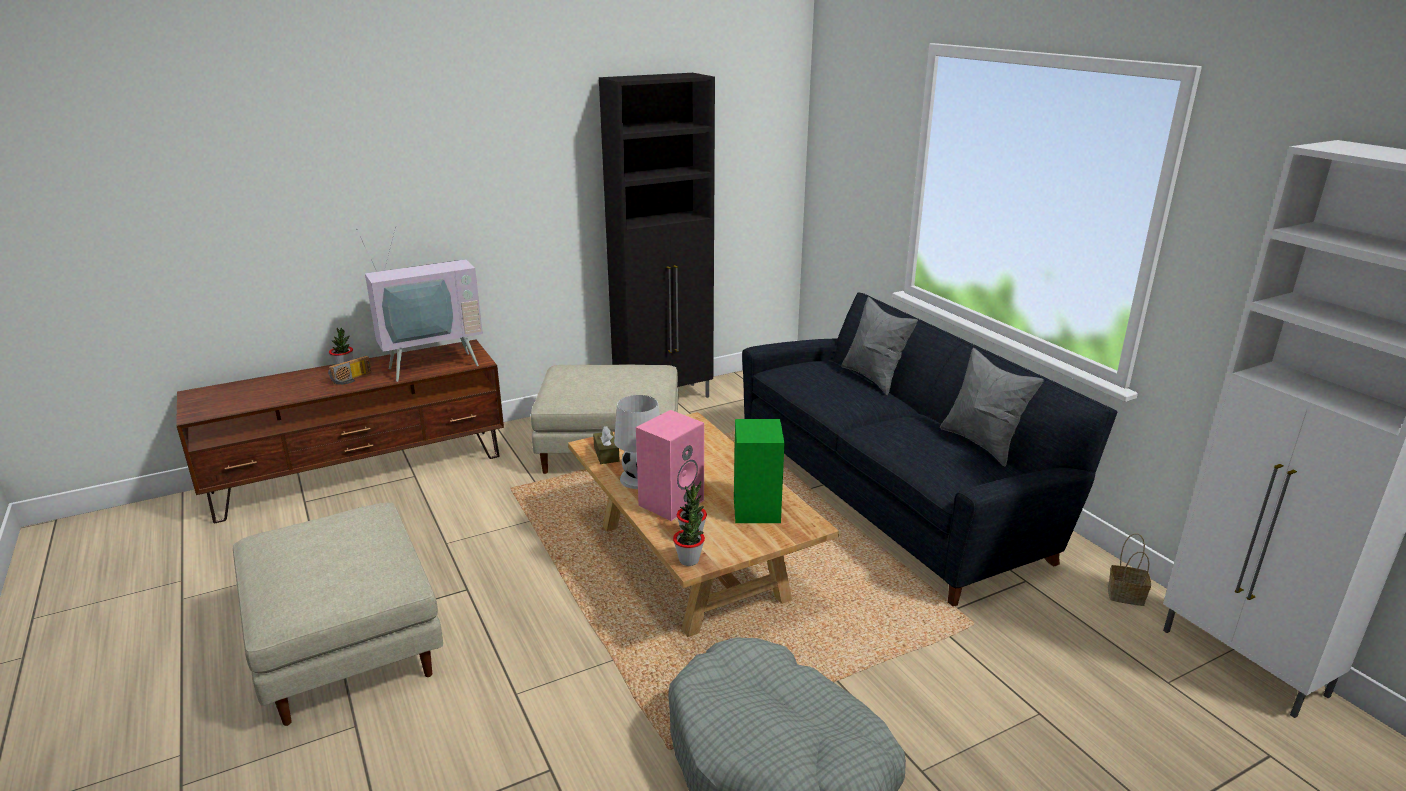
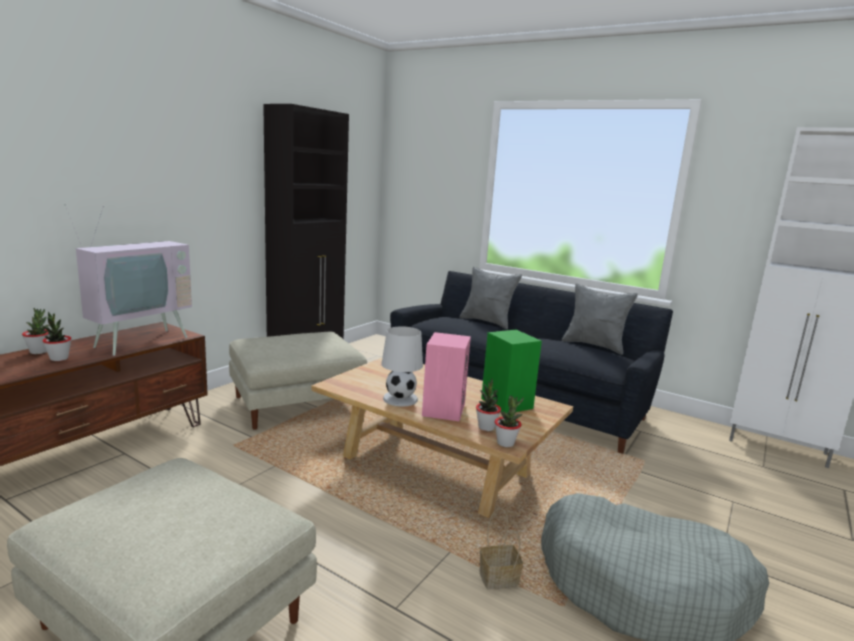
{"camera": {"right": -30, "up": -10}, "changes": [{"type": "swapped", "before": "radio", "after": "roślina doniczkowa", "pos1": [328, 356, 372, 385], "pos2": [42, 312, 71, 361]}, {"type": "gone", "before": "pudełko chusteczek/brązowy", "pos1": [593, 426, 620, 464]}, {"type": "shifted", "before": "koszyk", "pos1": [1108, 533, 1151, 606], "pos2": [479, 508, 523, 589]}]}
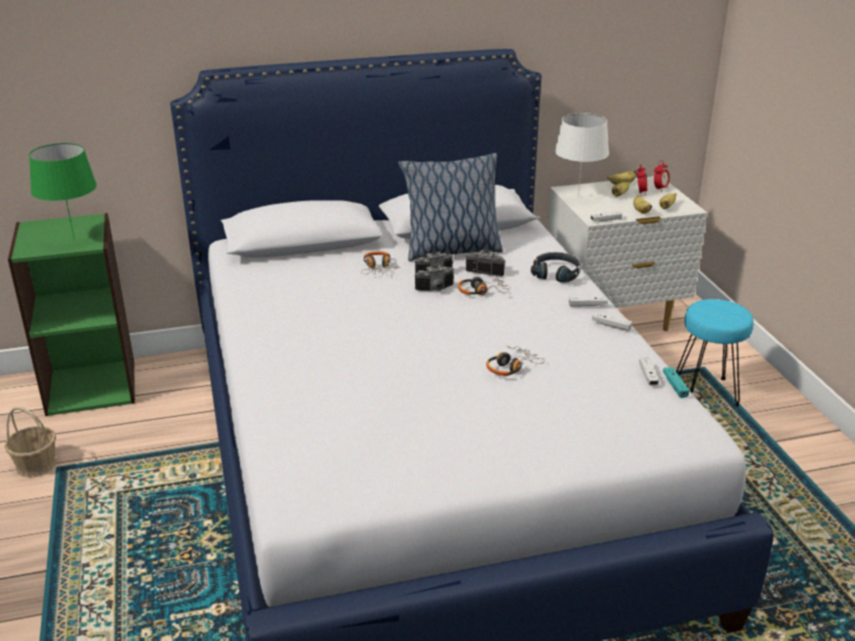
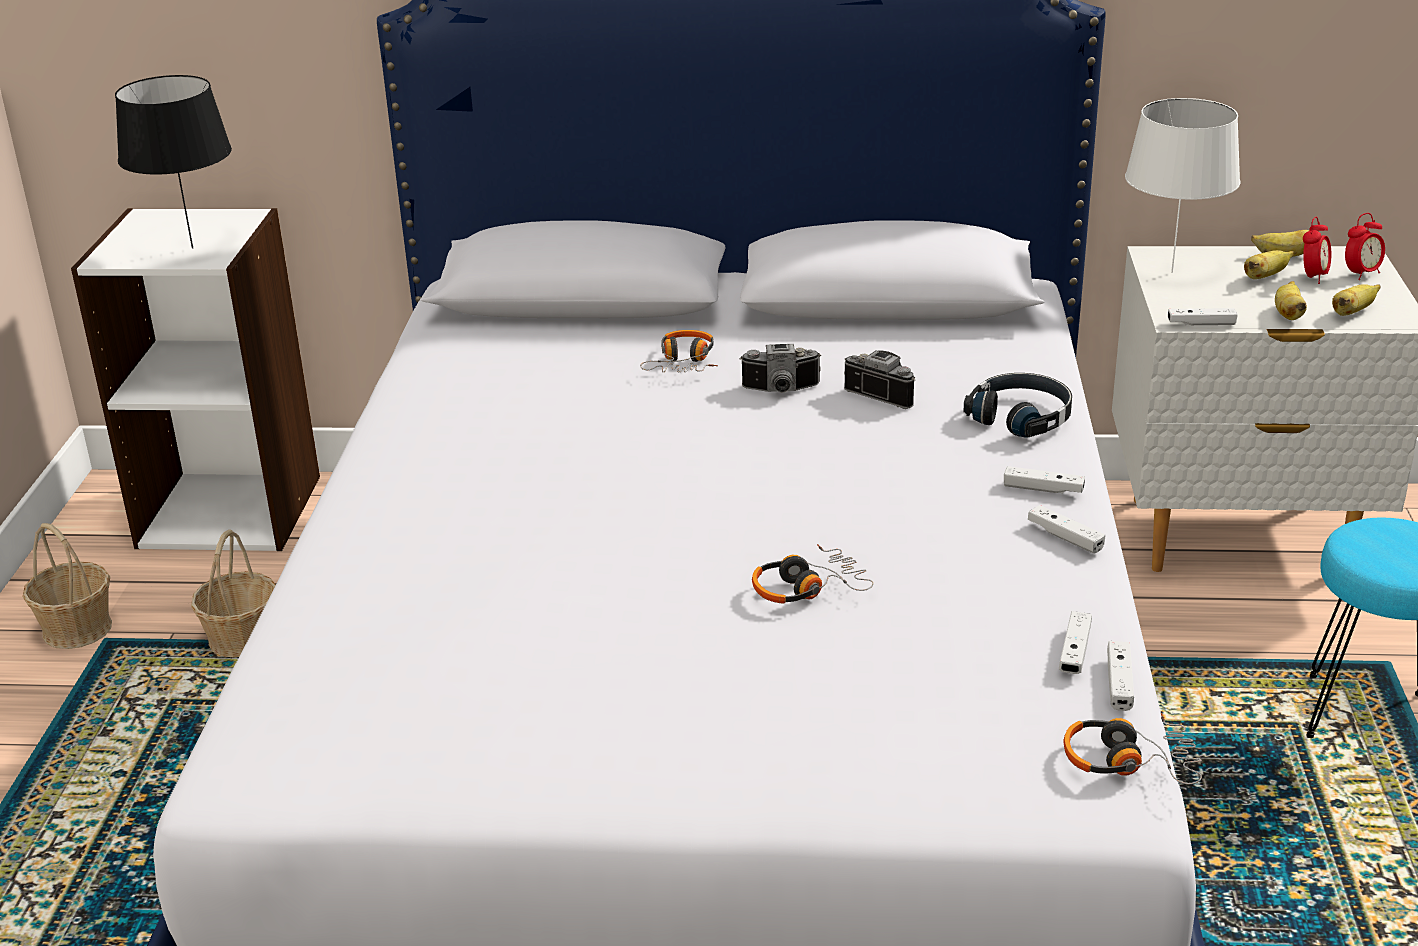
{"camera": {"right": 20, "up": 0}, "changes": [{"type": "repainted", "before": "regał/zielony", "after": "regał/biały", "pos1": [8, 213, 135, 416], "pos2": [71, 208, 320, 551]}, {"type": "repainted", "before": "lampa stołowa/zielony", "after": "lampa stołowa/czarny", "pos1": [29, 143, 97, 240], "pos2": [115, 75, 232, 248]}, {"type": "gone", "before": "poduszka", "pos1": [398, 153, 503, 261]}, {"type": "gone", "before": "aparat fotograficzny", "pos1": [414, 265, 454, 291]}, {"type": "shifted", "before": "słuchawki", "pos1": [458, 274, 510, 295], "pos2": [1064, 713, 1202, 784]}, {"type": "repainted", "before": "pad do gier/turkusowy", "after": "pad do gier/biały", "pos1": [663, 367, 689, 398], "pos2": [1107, 641, 1134, 711]}, {"type": "new", "after": "koszyk", "pos2": [191, 529, 276, 658]}]}
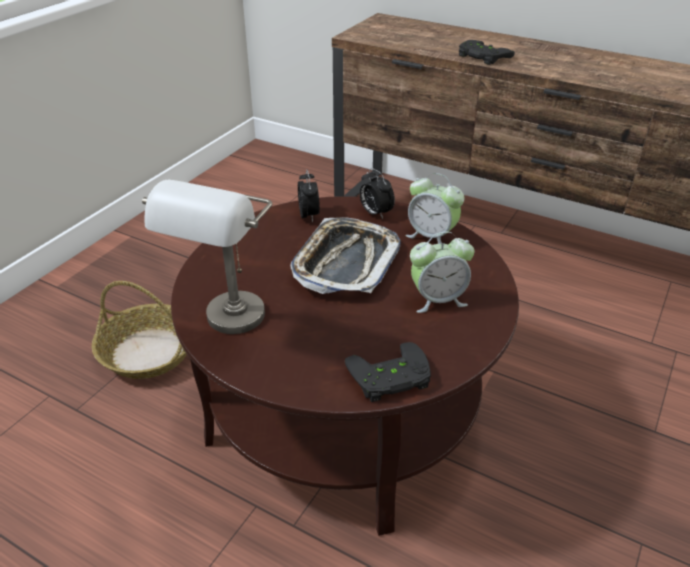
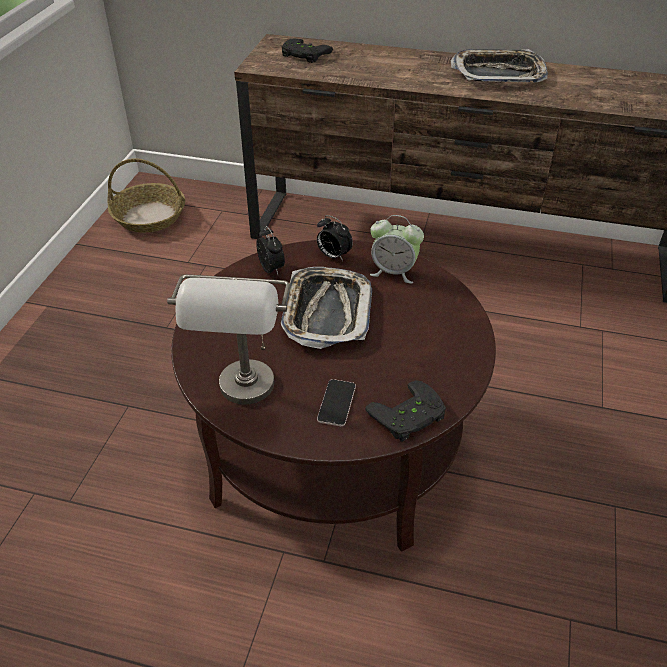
{"camera": {"right": -15, "up": 5}, "changes": [{"type": "shifted", "before": "koszyk", "pos1": [92, 281, 187, 379], "pos2": [108, 158, 185, 233]}, {"type": "gone", "before": "budzik", "pos1": [410, 232, 474, 313]}, {"type": "shifted", "before": "pad do gier/czarny", "pos1": [459, 40, 515, 65], "pos2": [282, 38, 333, 63]}, {"type": "new", "after": "telefon", "pos2": [317, 379, 356, 426]}, {"type": "new", "after": "taca", "pos2": [451, 49, 548, 83]}]}
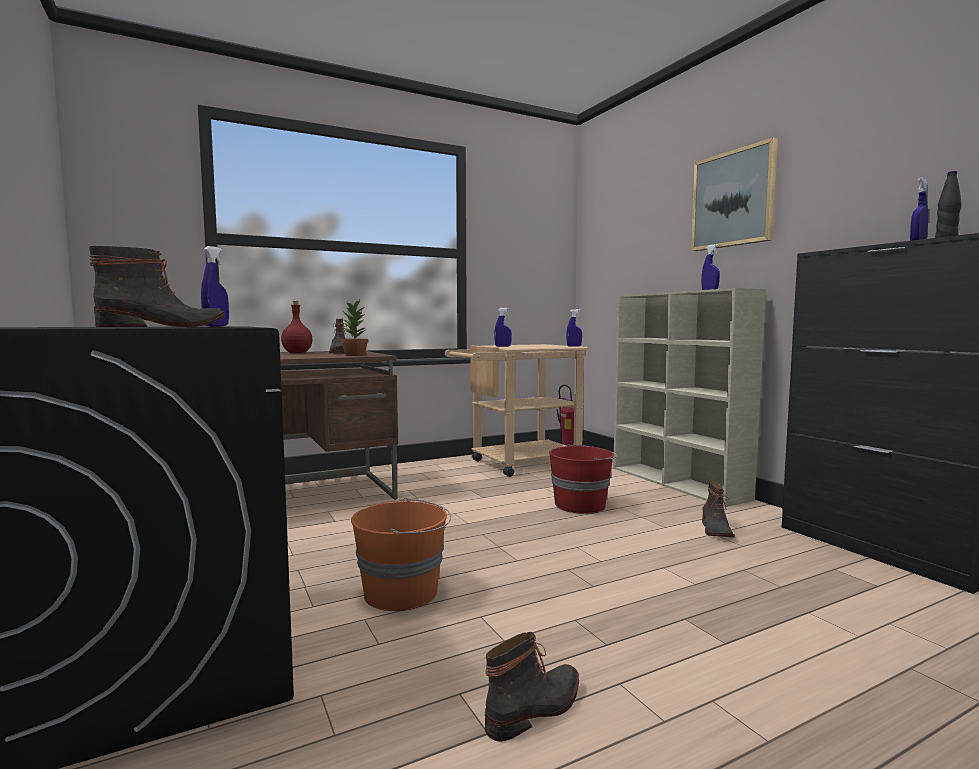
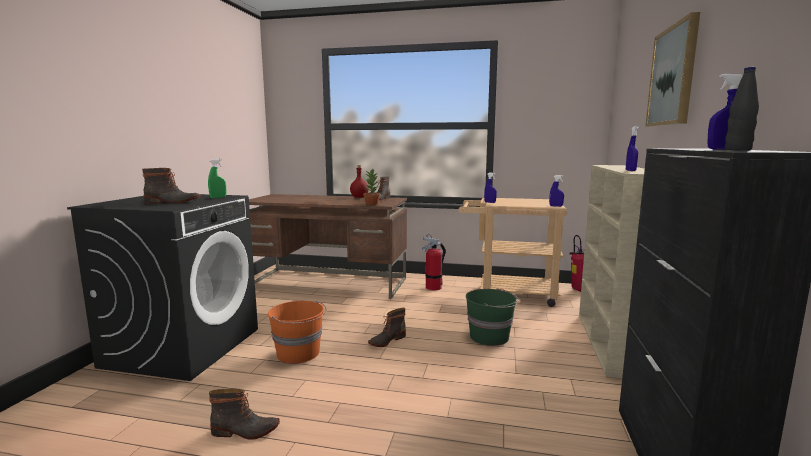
{"camera": {"right": 40, "up": 5}, "changes": [{"type": "repainted", "before": "spryskiwacz/niebieski", "after": "spryskiwacz/zielony", "pos1": [201, 246, 229, 326], "pos2": [208, 159, 226, 198]}, {"type": "repainted", "before": "wiadro/czerwony", "after": "wiadro/zielony", "pos1": [549, 444, 617, 514], "pos2": [466, 288, 519, 346]}, {"type": "shifted", "before": "but z cholewką", "pos1": [702, 481, 735, 538], "pos2": [368, 308, 406, 347]}, {"type": "new", "after": "gaśnica", "pos2": [422, 233, 446, 290]}]}
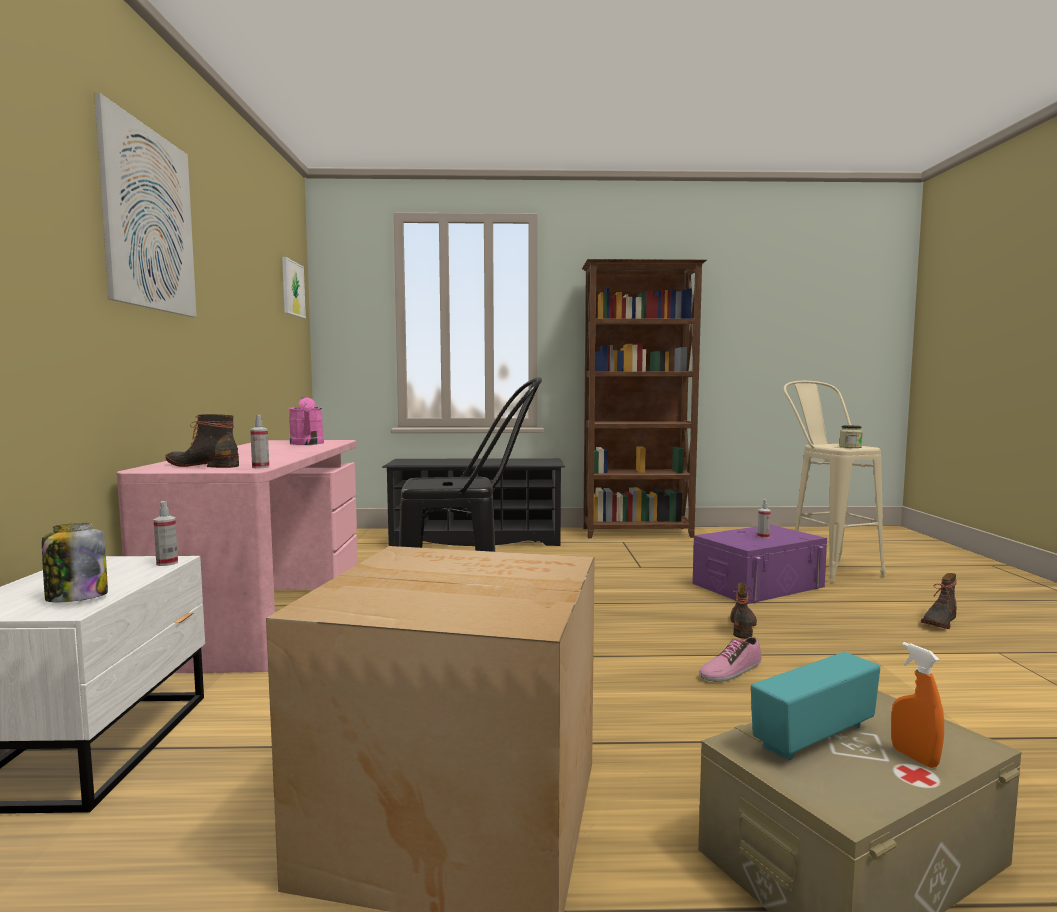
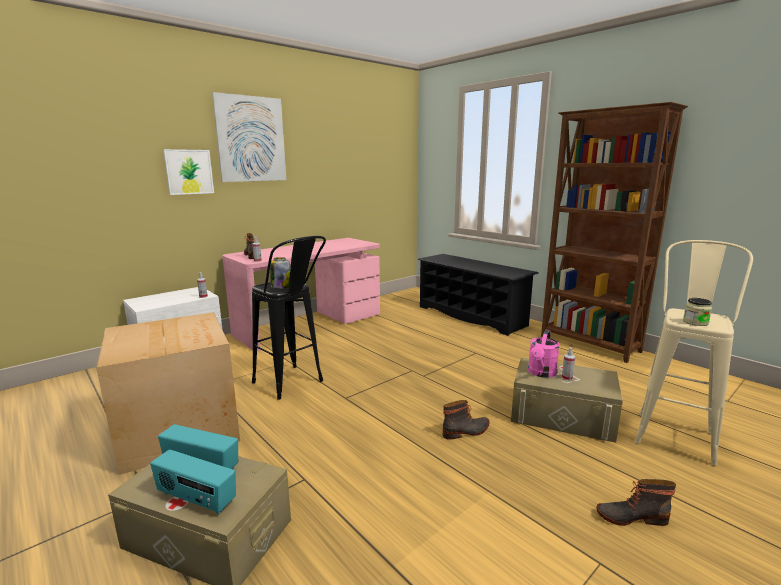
{"camera": {"right": 50, "up": 10}, "changes": [{"type": "shifted", "before": "słoik", "pos1": [42, 523, 108, 602], "pos2": [270, 257, 290, 289]}, {"type": "shifted", "before": "obraz", "pos1": [282, 257, 306, 318], "pos2": [163, 149, 214, 195]}, {"type": "shifted", "before": "konewka/różowy", "pos1": [288, 397, 324, 445], "pos2": [528, 330, 560, 378]}, {"type": "repainted", "before": "pojemnik do przechowywania/fioletowy", "after": "pojemnik do przechowywania/beżowy", "pos1": [693, 525, 827, 604], "pos2": [511, 358, 623, 443]}, {"type": "gone", "before": "but", "pos1": [699, 637, 762, 682]}, {"type": "swapped", "before": "spryskiwacz/pomarańczowy", "after": "radio", "pos1": [891, 642, 944, 768], "pos2": [150, 450, 236, 514]}]}
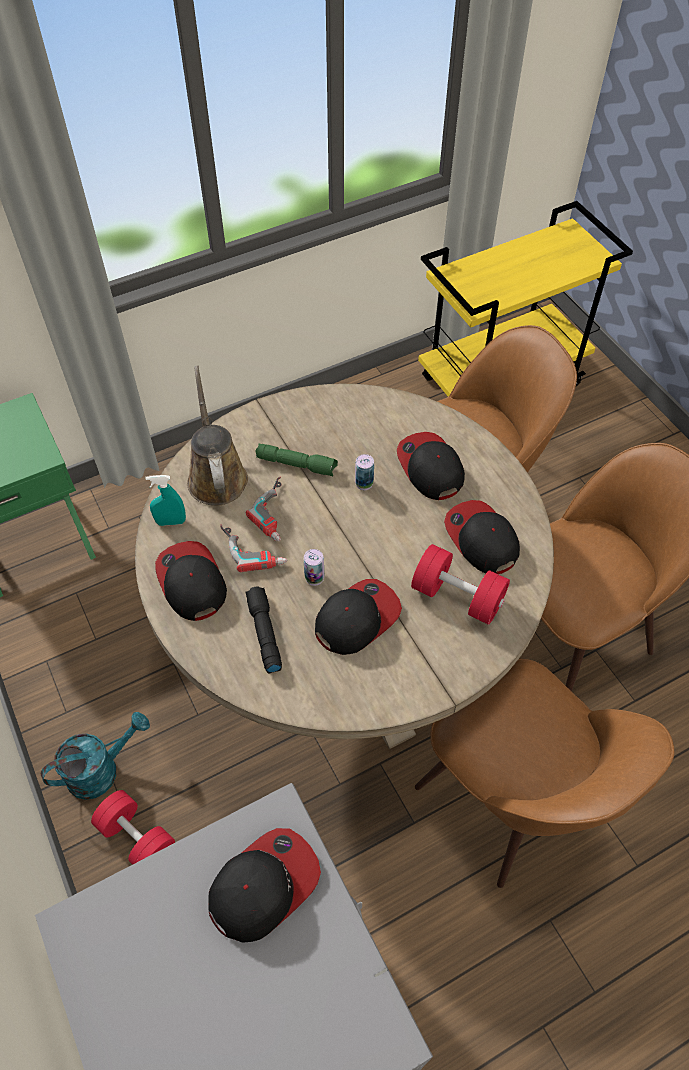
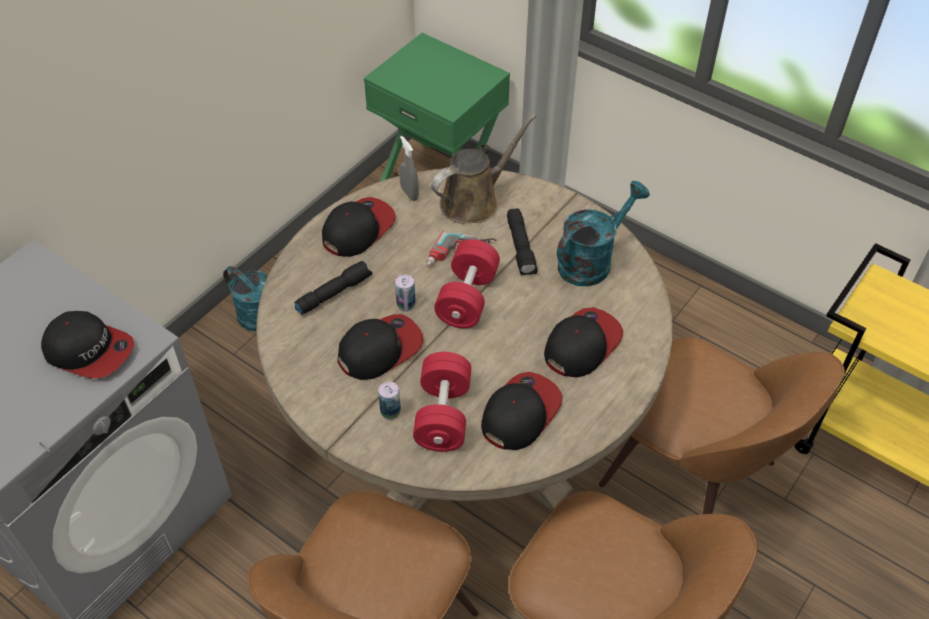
{"camera": {"right": 65, "up": -5}, "changes": [{"type": "shifted", "before": "hantel/czerwony", "pos1": [91, 790, 175, 865], "pos2": [434, 239, 500, 328]}, {"type": "repainted", "before": "spryskiwacz/turkusowy", "after": "spryskiwacz/szary", "pos1": [145, 475, 186, 526], "pos2": [399, 136, 419, 201]}, {"type": "gone", "before": "wiertarka", "pos1": [220, 524, 288, 572]}, {"type": "repainted", "before": "latarka/zielony", "after": "latarka/czarny", "pos1": [255, 444, 338, 476], "pos2": [507, 208, 538, 276]}, {"type": "rotated", "before": "czapka z daszkiem", "pos1": [315, 579, 402, 655], "pos2": [338, 314, 423, 380], "turn": -60}, {"type": "shifted", "before": "puszka", "pos1": [355, 454, 374, 490], "pos2": [378, 381, 401, 420]}, {"type": "new", "after": "konewka/turkusowy", "pos2": [557, 181, 650, 286]}]}
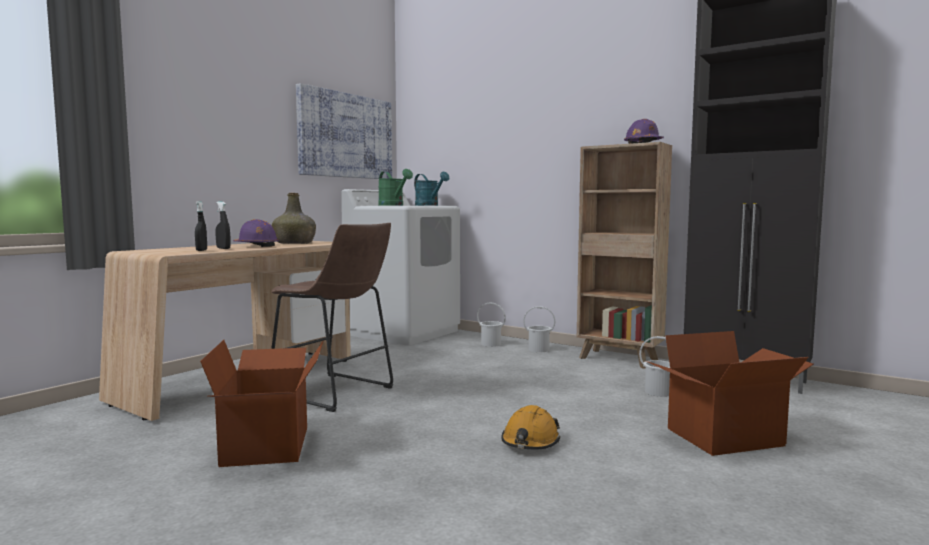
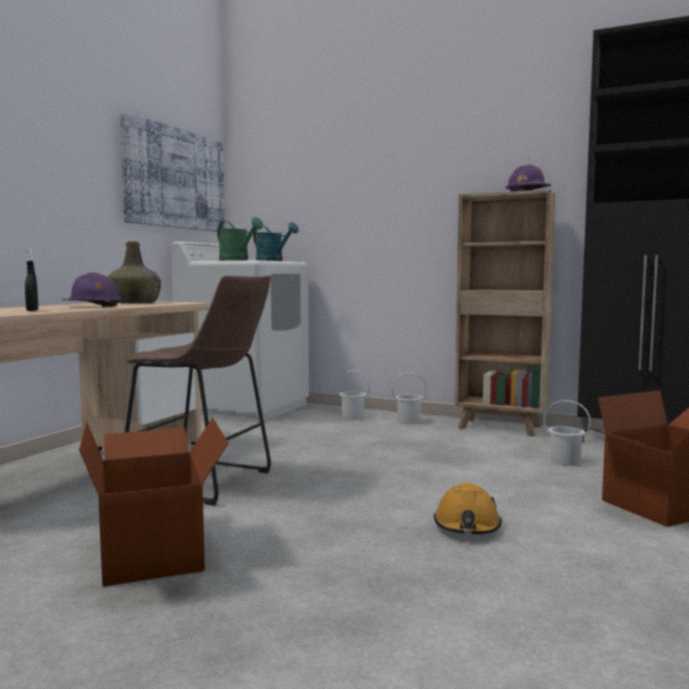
{"camera": {"right": -10, "up": 0}, "changes": [{"type": "gone", "before": "spryskiwacz/czarny", "pos1": [215, 202, 231, 249]}]}
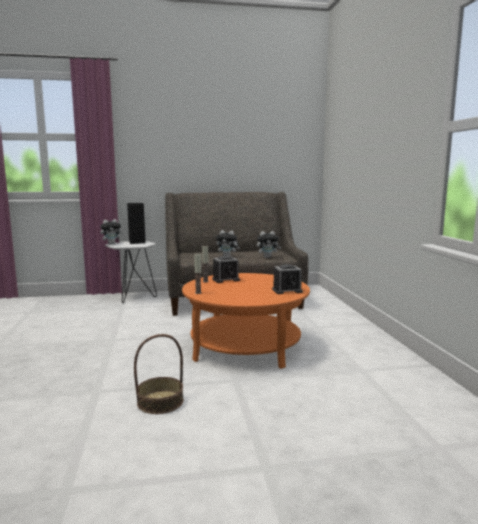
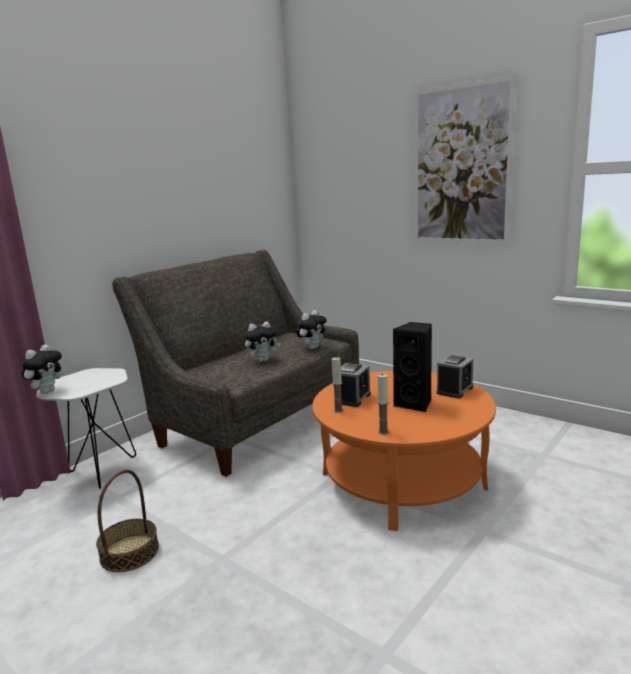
{"camera": {"right": -40, "up": 5}, "changes": [{"type": "shifted", "before": "głośnik/czarny", "pos1": [127, 203, 146, 244], "pos2": [393, 322, 432, 413]}, {"type": "shifted", "before": "koszyk", "pos1": [134, 334, 183, 414], "pos2": [96, 469, 159, 572]}, {"type": "new", "after": "obraz", "pos2": [414, 75, 517, 245]}]}
